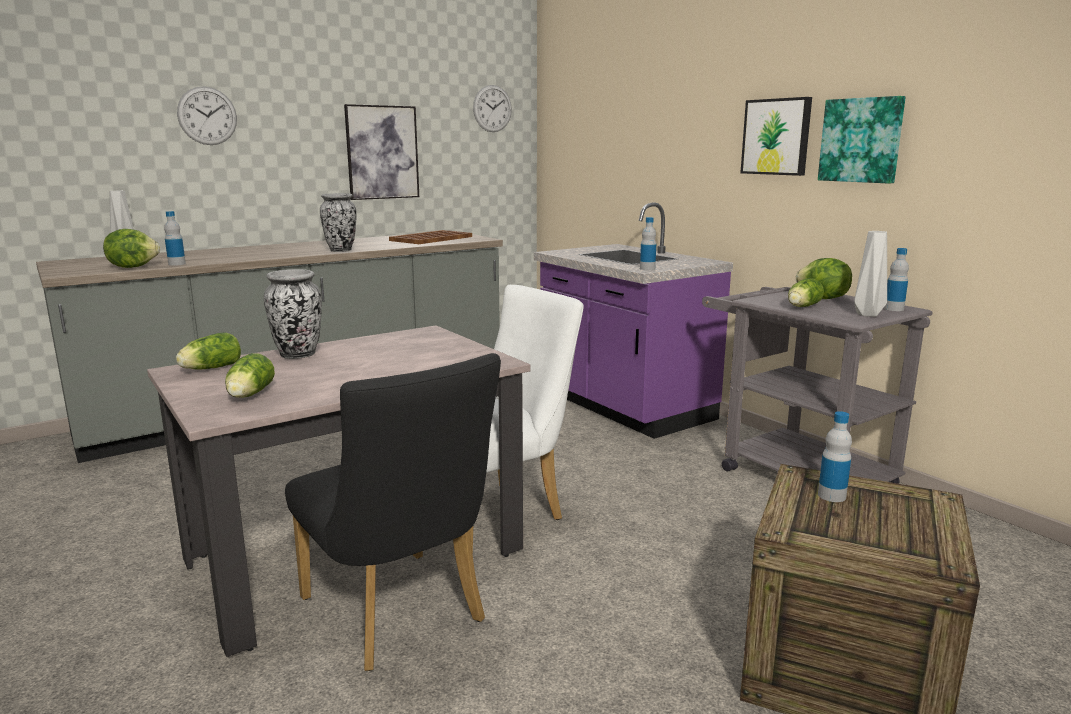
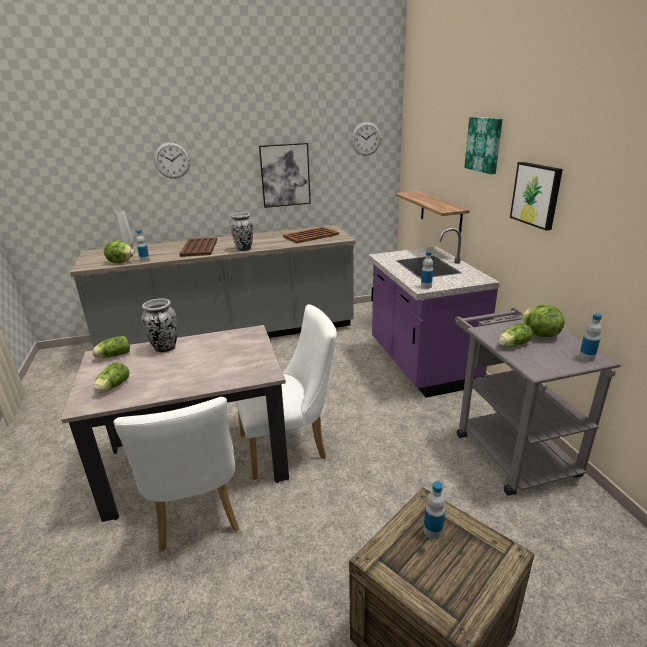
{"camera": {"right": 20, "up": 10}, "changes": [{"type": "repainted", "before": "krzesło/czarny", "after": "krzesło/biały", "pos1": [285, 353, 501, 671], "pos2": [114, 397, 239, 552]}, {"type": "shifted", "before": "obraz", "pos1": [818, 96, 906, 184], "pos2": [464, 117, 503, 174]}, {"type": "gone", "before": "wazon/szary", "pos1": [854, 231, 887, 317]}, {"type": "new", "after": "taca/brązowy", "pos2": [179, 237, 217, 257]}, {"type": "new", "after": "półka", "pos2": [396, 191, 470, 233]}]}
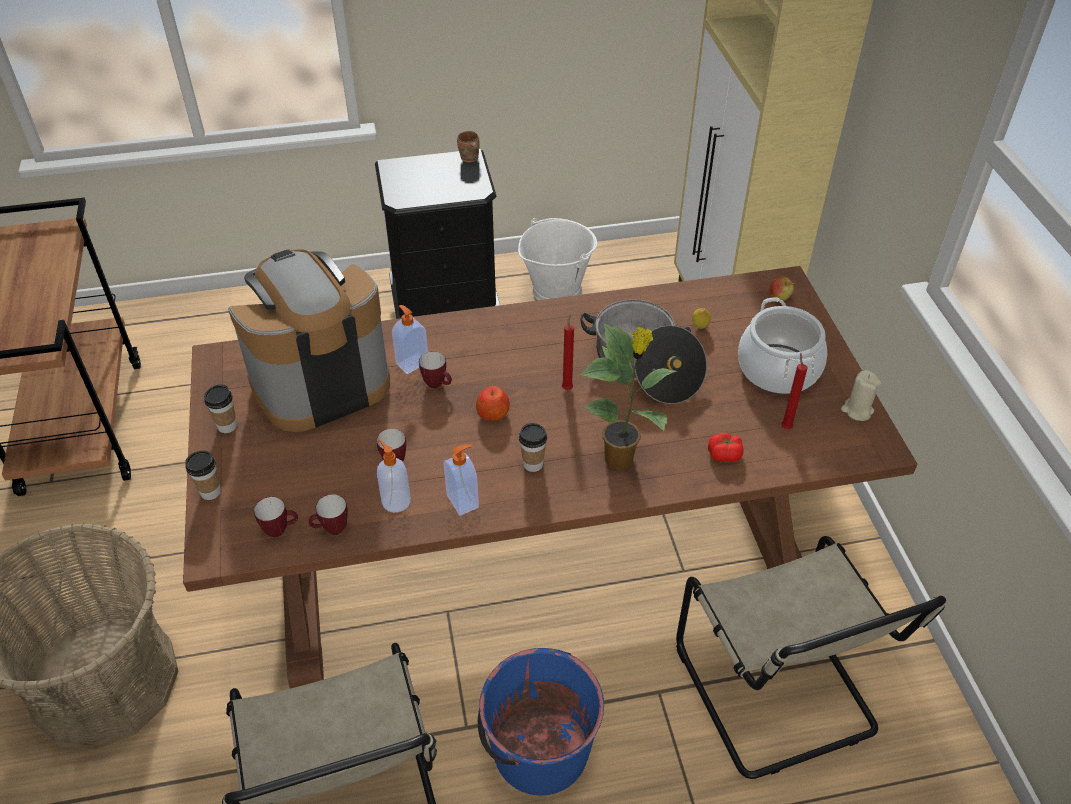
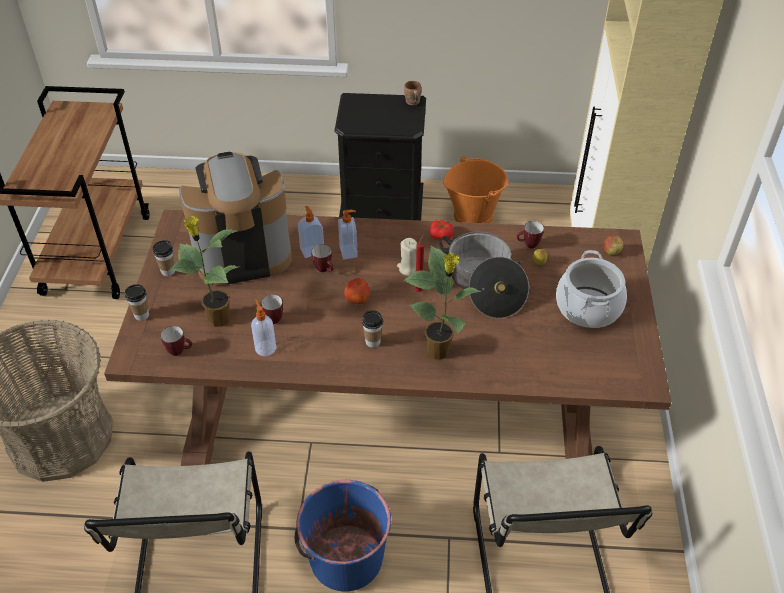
{"camera": {"right": 15, "up": 0}, "changes": [{"type": "shifted", "before": "kubek", "pos1": [309, 494, 348, 535], "pos2": [517, 221, 544, 249]}, {"type": "shifted", "before": "dozownik mydła", "pos1": [443, 444, 479, 516], "pos2": [338, 210, 358, 259]}, {"type": "repainted", "before": "wiadro/biały", "after": "wiadro/pomarańczowy", "pos1": [518, 218, 597, 300], "pos2": [443, 156, 508, 223]}, {"type": "shifted", "before": "pomidor", "pos1": [708, 433, 744, 462], "pos2": [430, 220, 454, 240]}, {"type": "gone", "before": "świeca/czerwony", "pos1": [781, 352, 807, 429]}, {"type": "shifted", "before": "świeca/beżowy", "pos1": [841, 370, 881, 421], "pos2": [397, 238, 417, 276]}, {"type": "new", "after": "roślina doniczkowa", "pos2": [169, 216, 239, 327]}]}
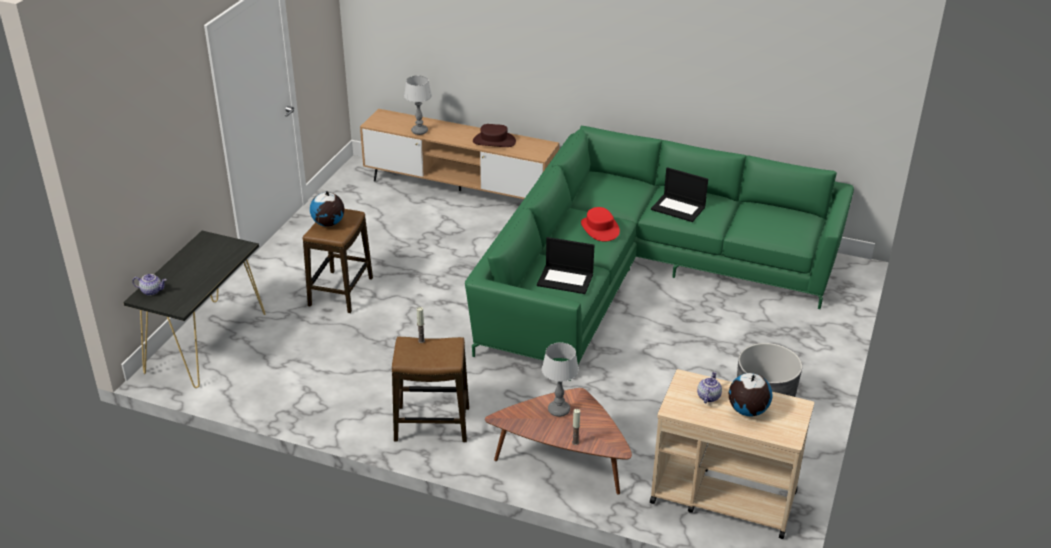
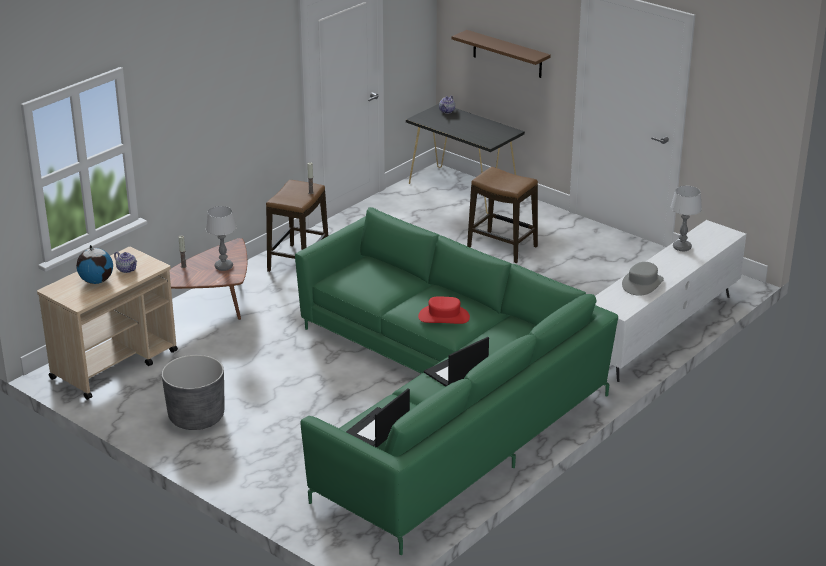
{"camera": {"right": 110, "up": -5}, "changes": [{"type": "gone", "before": "globus", "pos1": [310, 191, 344, 227]}, {"type": "repainted", "before": "szafka pod telewizor/brązowy", "after": "szafka pod telewizor/biały", "pos1": [360, 109, 559, 199], "pos2": [595, 220, 746, 382]}, {"type": "repainted", "before": "kapelusz/brązowy", "after": "kapelusz/szary", "pos1": [473, 124, 516, 147], "pos2": [622, 262, 664, 296]}, {"type": "shifted", "before": "laptop", "pos1": [537, 237, 594, 294], "pos2": [346, 389, 410, 447]}, {"type": "new", "after": "półka/brązowy", "pos2": [452, 30, 551, 78]}]}
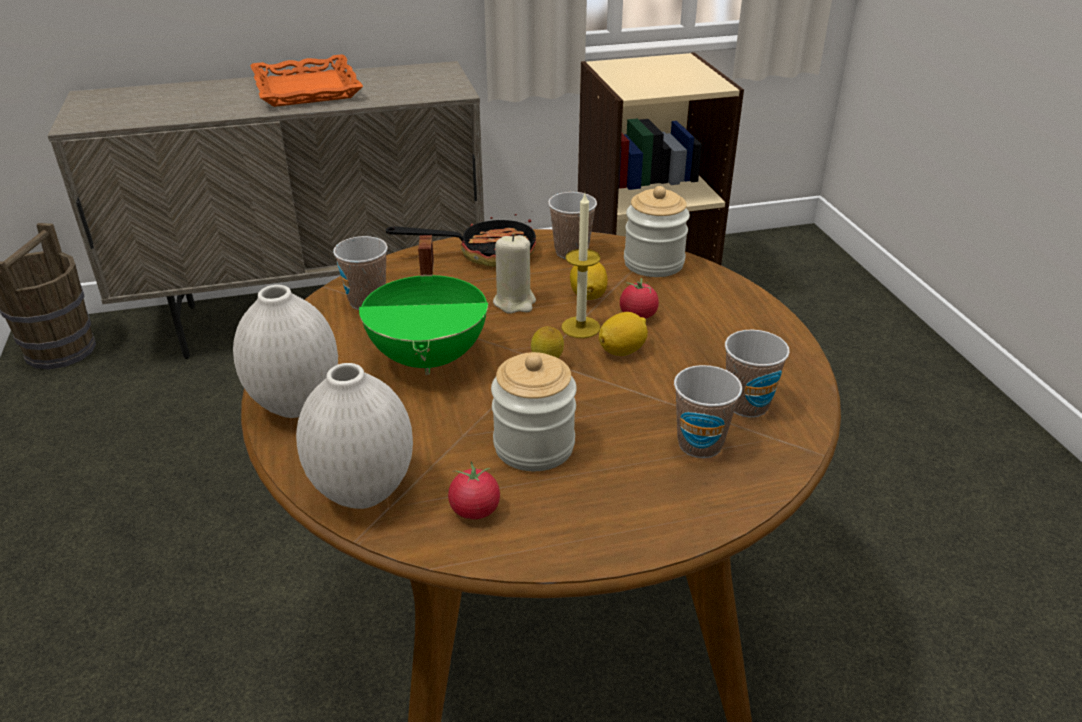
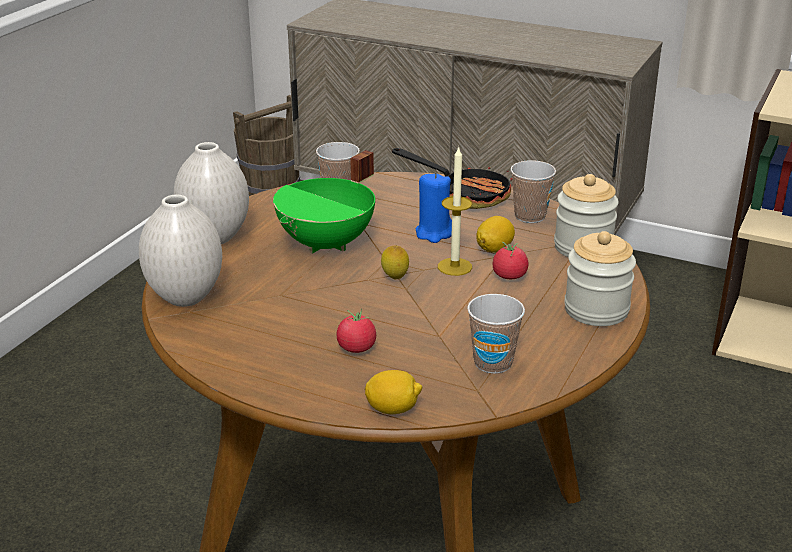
{"camera": {"right": 40, "up": -5}, "changes": [{"type": "gone", "before": "taca/pomarańczowy", "pos1": [250, 54, 363, 107]}, {"type": "shifted", "before": "pomidor", "pos1": [448, 461, 500, 519], "pos2": [336, 309, 376, 353]}, {"type": "shifted", "before": "słoik", "pos1": [491, 352, 577, 471], "pos2": [564, 231, 636, 326]}, {"type": "repainted", "before": "świeca/beżowy", "after": "świeca/niebieski", "pos1": [493, 234, 536, 314], "pos2": [416, 172, 452, 243]}, {"type": "shifted", "before": "cytryna", "pos1": [599, 312, 648, 356], "pos2": [365, 370, 422, 414]}, {"type": "gone", "before": "filiżanka", "pos1": [674, 365, 742, 458]}]}
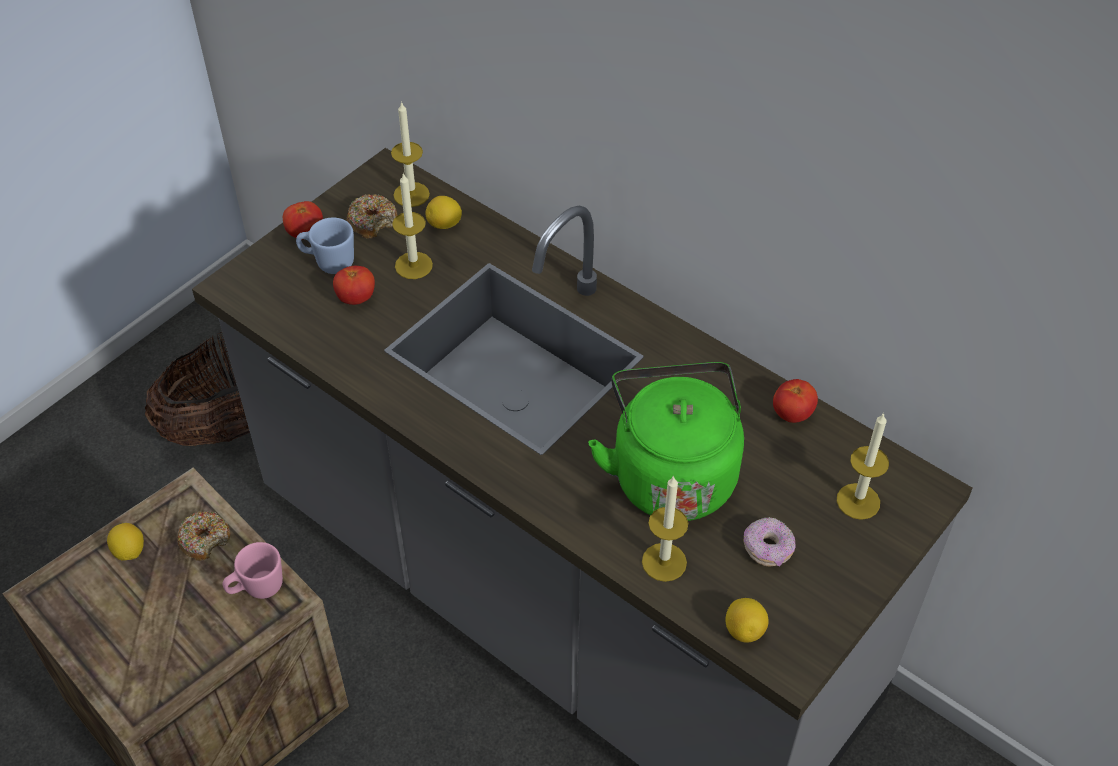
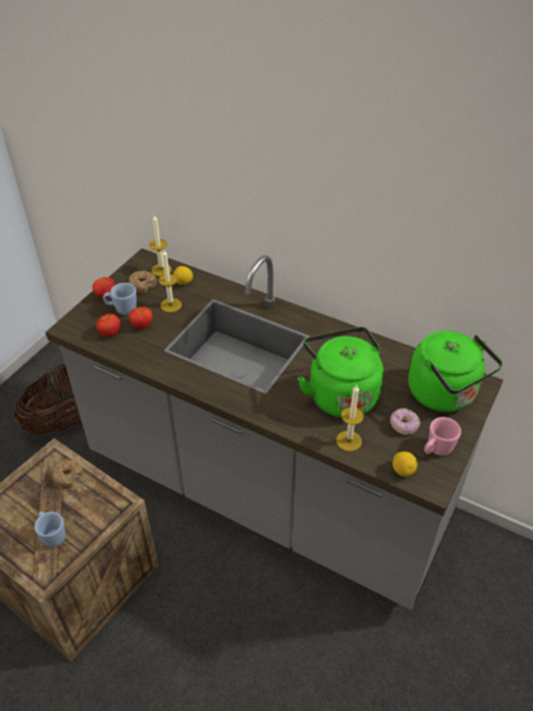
{"camera": {"right": -10, "up": -5}, "changes": [{"type": "gone", "before": "cytryna", "pos1": [107, 523, 144, 560]}, {"type": "shifted", "before": "kubek/różowy", "pos1": [223, 542, 283, 599], "pos2": [424, 417, 461, 456]}, {"type": "shifted", "before": "pomidor", "pos1": [773, 379, 818, 423], "pos2": [96, 314, 121, 337]}, {"type": "swapped", "before": "świeca", "after": "czajnik/zielony", "pos1": [836, 413, 889, 520], "pos2": [408, 331, 503, 412]}, {"type": "new", "after": "kubek/niebieski", "pos2": [34, 511, 66, 547]}]}
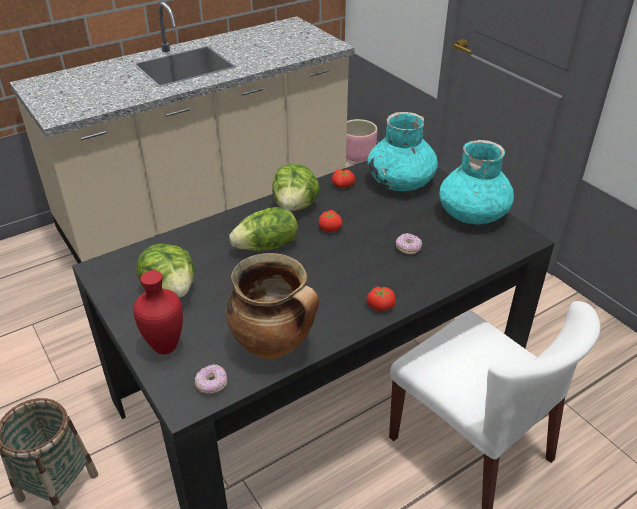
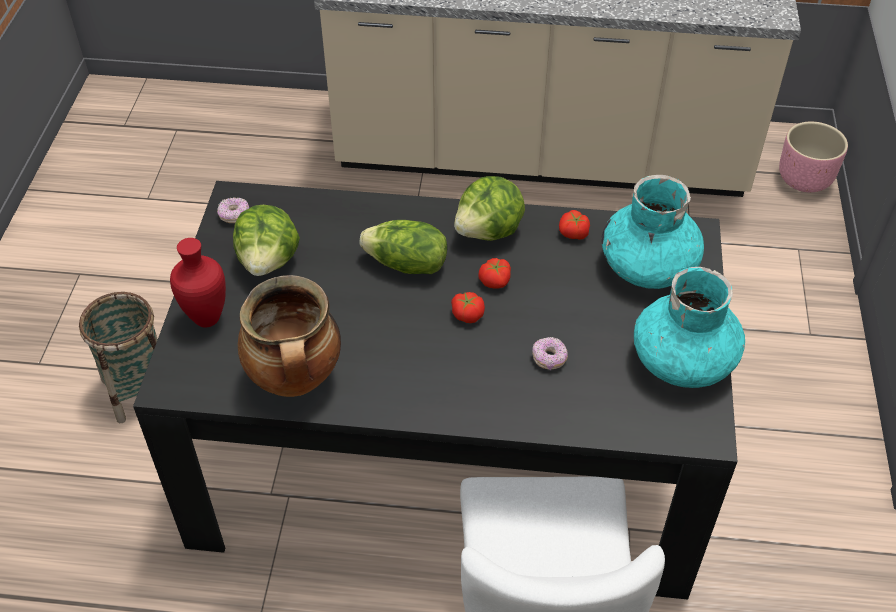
{"camera": {"right": 40, "up": 10}, "changes": [{"type": "shifted", "before": "donut", "pos1": [195, 364, 227, 394], "pos2": [217, 198, 249, 223]}, {"type": "shifted", "before": "pomidor", "pos1": [366, 286, 396, 311], "pos2": [451, 292, 485, 323]}]}
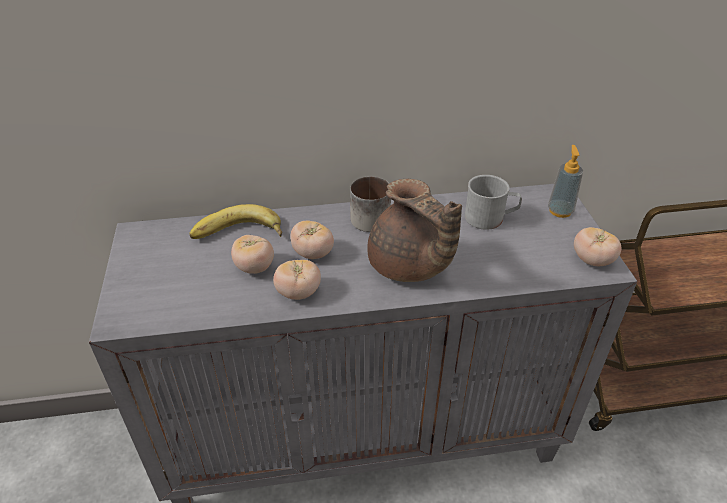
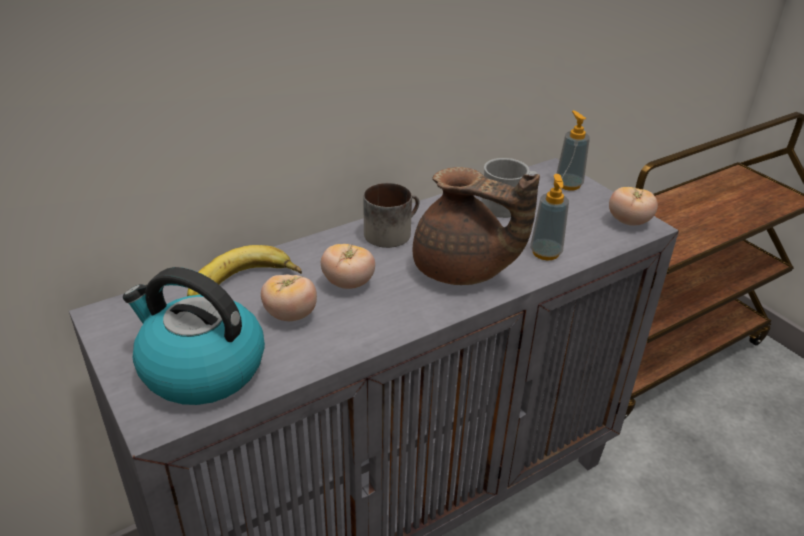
{"camera": {"right": -25, "up": -5}, "changes": [{"type": "gone", "before": "pomidor", "pos1": [273, 260, 321, 300]}, {"type": "new", "after": "czajnik", "pos2": [123, 267, 265, 405]}, {"type": "new", "after": "dozownik mydła", "pos2": [530, 174, 569, 260]}]}
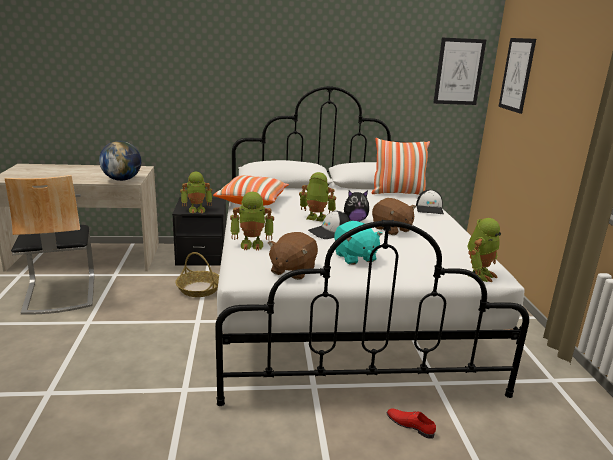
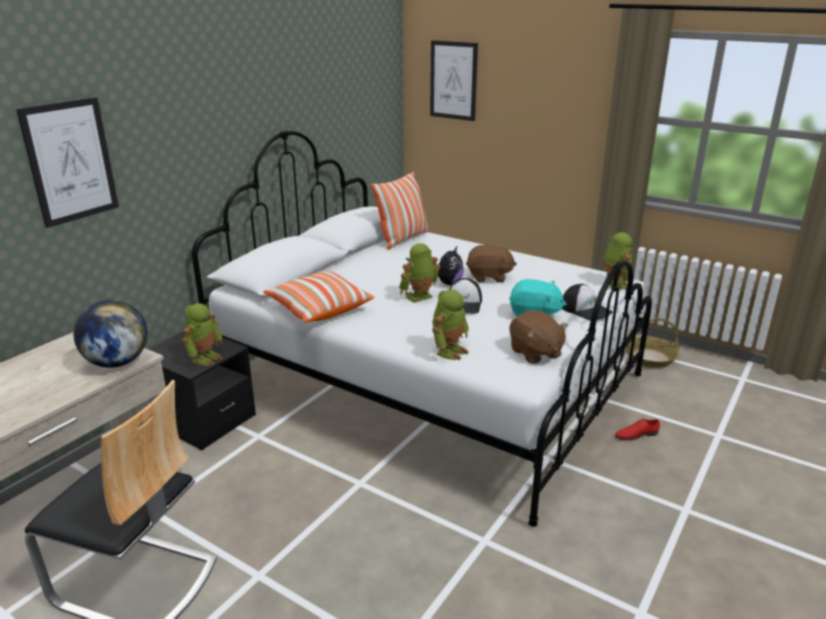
{"camera": {"right": -50, "up": 5}, "changes": [{"type": "shifted", "before": "koszyk", "pos1": [175, 252, 219, 297], "pos2": [625, 318, 679, 368]}, {"type": "shifted", "before": "czapka z daszkiem", "pos1": [416, 190, 444, 214], "pos2": [562, 284, 613, 321]}, {"type": "shifted", "before": "obraz", "pos1": [433, 38, 486, 105], "pos2": [16, 97, 119, 228]}]}
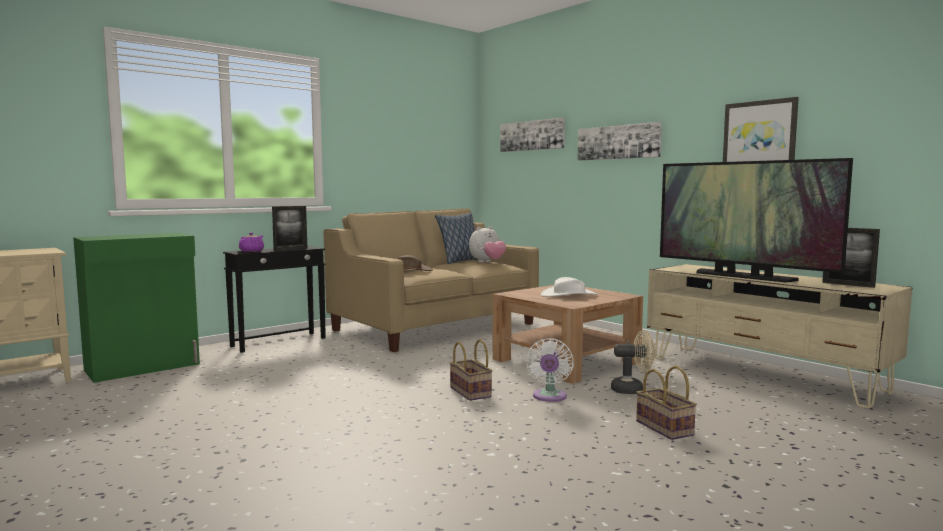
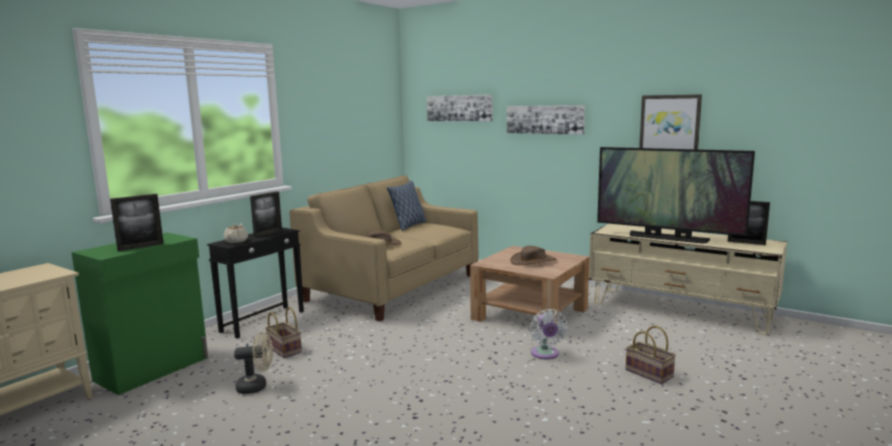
{"camera": {"right": -15, "up": 5}, "changes": [{"type": "repainted", "before": "imbryk/fioletowy", "after": "imbryk/beżowy", "pos1": [239, 233, 264, 252], "pos2": [223, 223, 248, 243]}, {"type": "shifted", "before": "koszyk", "pos1": [450, 339, 493, 401], "pos2": [265, 307, 302, 358]}, {"type": "gone", "before": "pluszak", "pos1": [469, 226, 506, 263]}, {"type": "repainted", "before": "kapelusz/biały", "after": "kapelusz/brązowy", "pos1": [541, 277, 598, 297], "pos2": [510, 246, 556, 265]}, {"type": "shifted", "before": "wentylator/beżowy", "pos1": [611, 330, 655, 394], "pos2": [234, 332, 273, 394]}, {"type": "new", "after": "ramka na zdjęcie", "pos2": [110, 194, 164, 251]}]}
